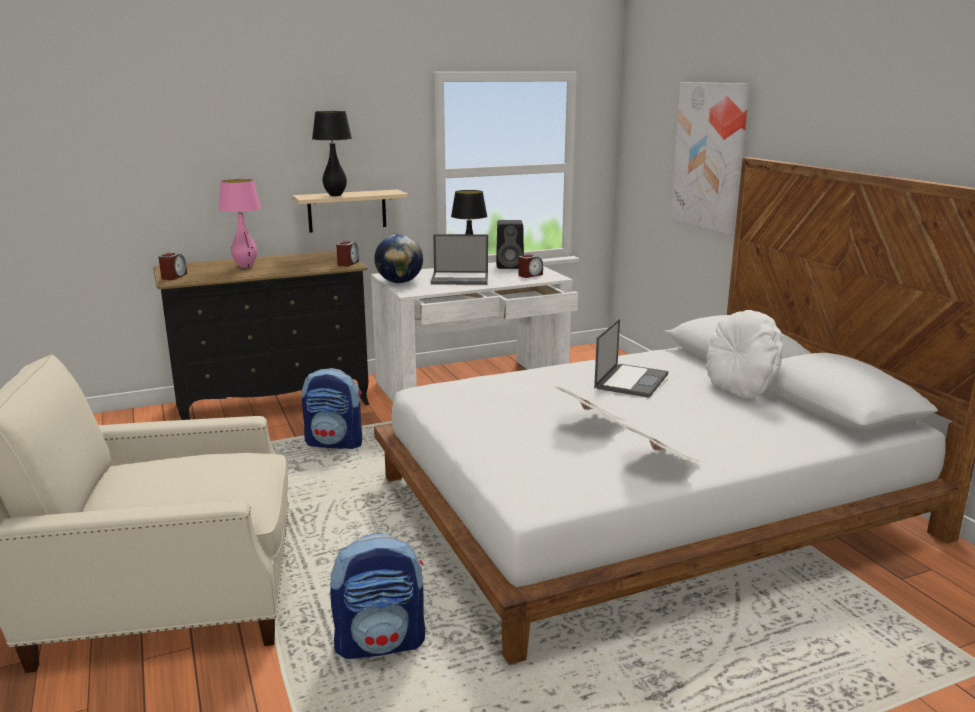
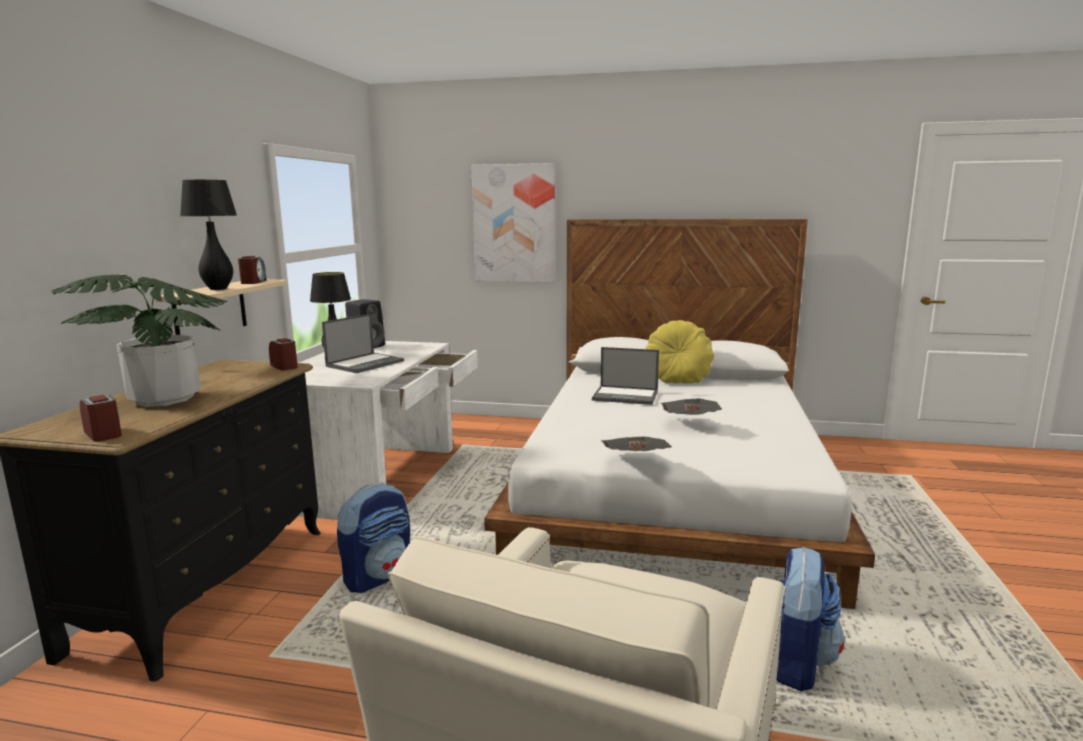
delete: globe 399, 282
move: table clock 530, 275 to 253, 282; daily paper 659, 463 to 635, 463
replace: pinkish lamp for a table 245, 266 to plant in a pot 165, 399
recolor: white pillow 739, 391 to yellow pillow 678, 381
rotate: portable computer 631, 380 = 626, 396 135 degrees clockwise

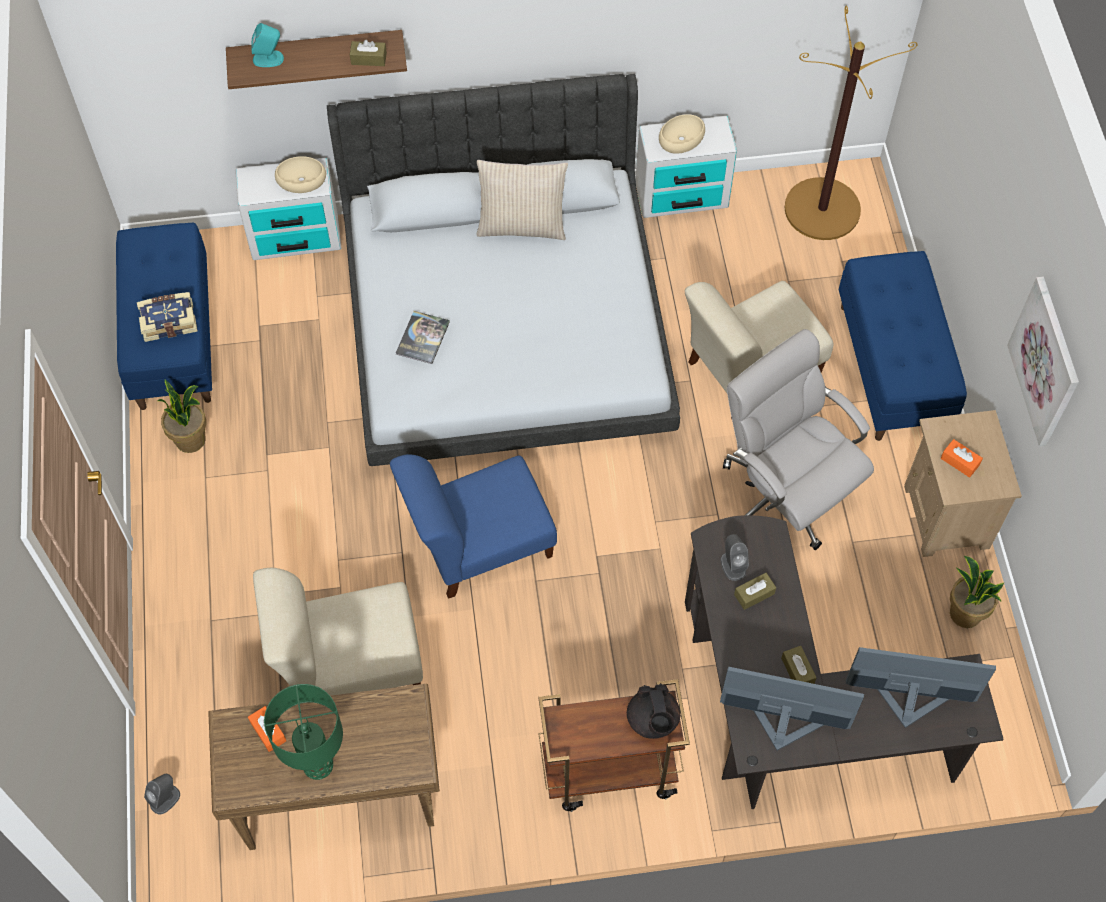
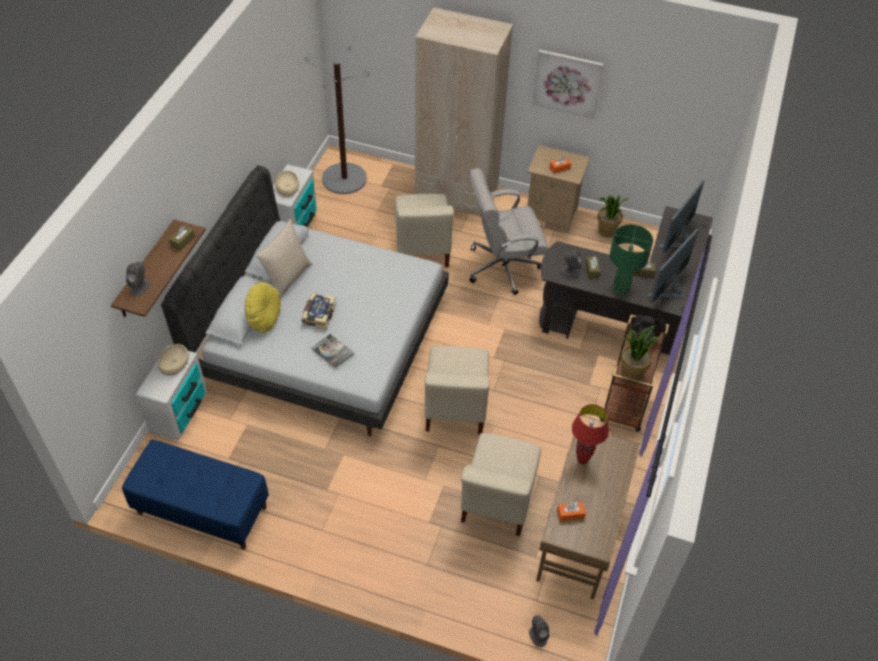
insert: yellow pillow 265, 321; red-coloured lamp for a table 582, 460
move: volume 169, 321 to 318, 315; greenish lamp for a table 318, 764 to 620, 289; plant in a pot 191, 439 to 632, 373
replace: blue long seat 893, 368 to beige-coloured wardrobe 457, 195
recolor: blue-green loudspeaker 268, 59 to greyish loudspeaker 140, 287; brown-coloured clothes rack 822, 209 to greyish clothes rack 344, 178; blue plain chair 478, 544 to beige-coloured plain chair 455, 407

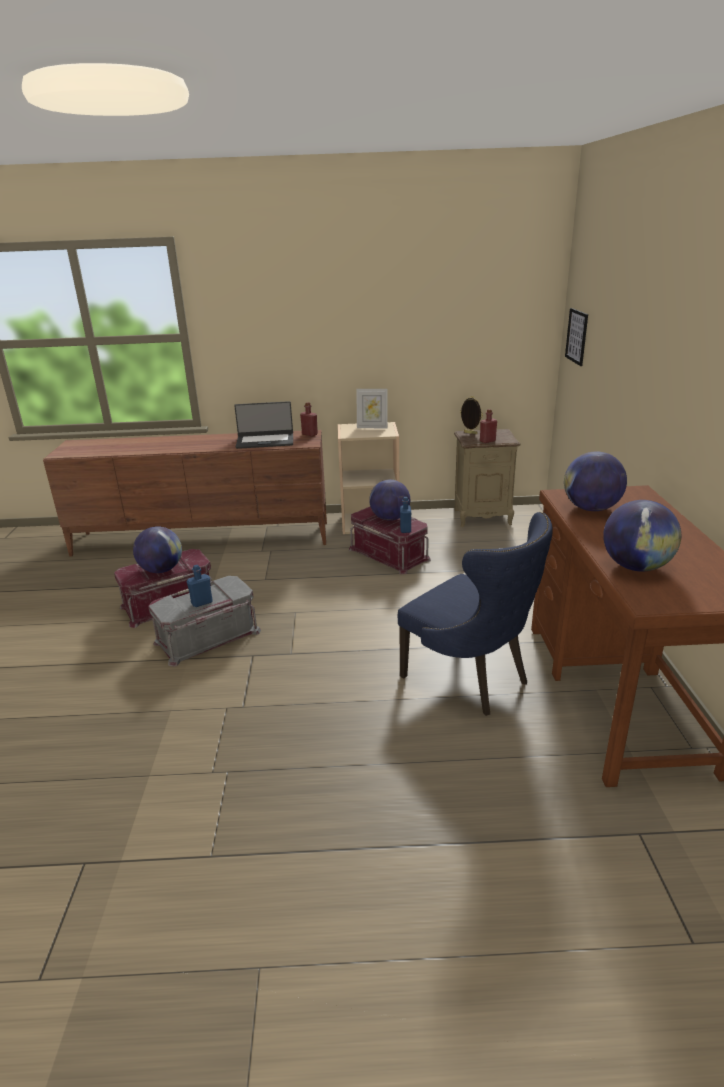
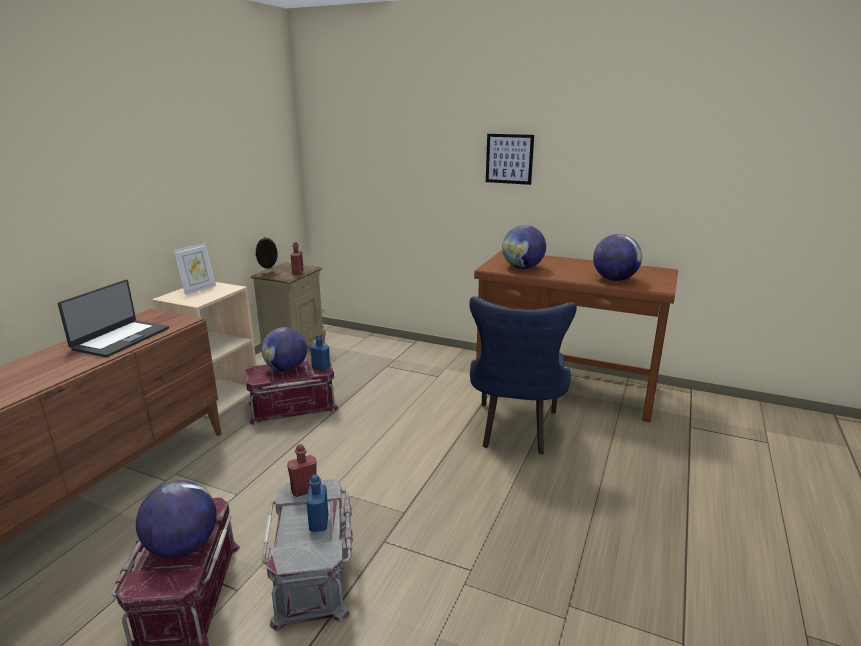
move: red-coloured drink bottle 309, 434 to 304, 490; wall art 576, 336 to 509, 159
rotate: blue plain chair 470, 678 = 515, 429 120 degrees clockwise

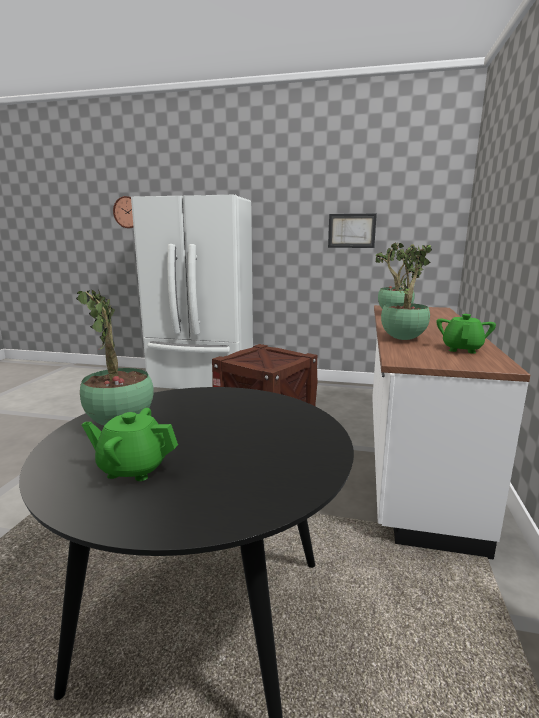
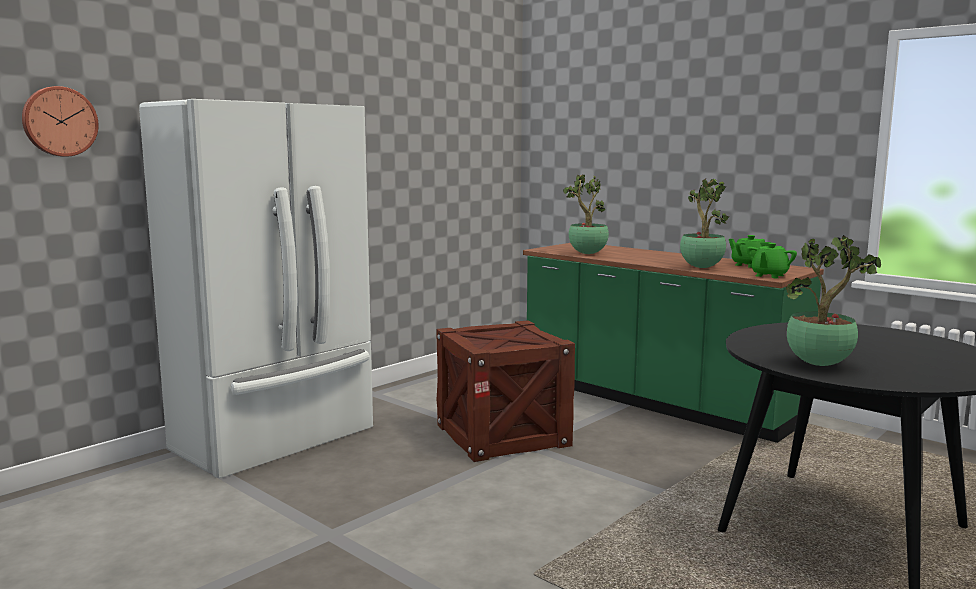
delete: wall art 351, 231
move: greenish pot for tea 133, 468 to 769, 275
recolor: white kitchen counter 411, 461 to greenish kitchen counter 655, 401

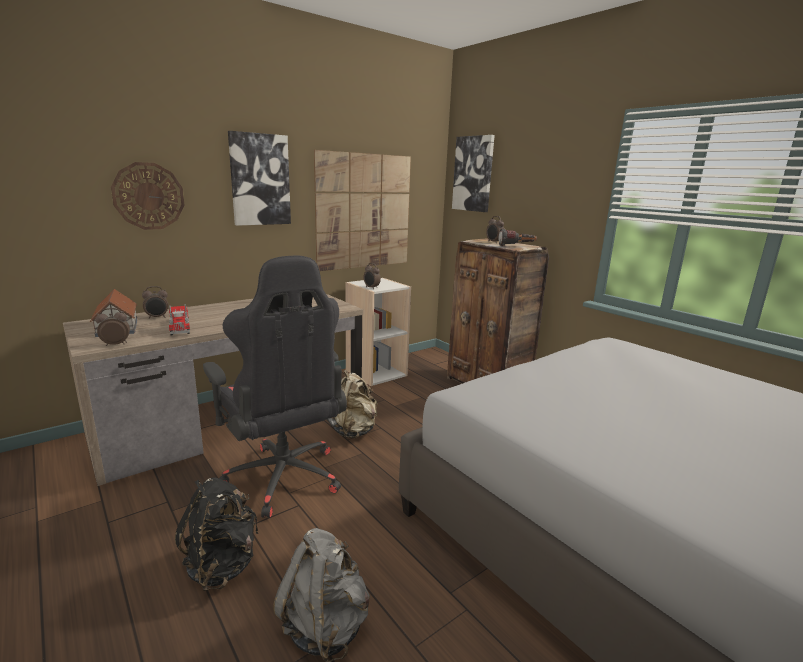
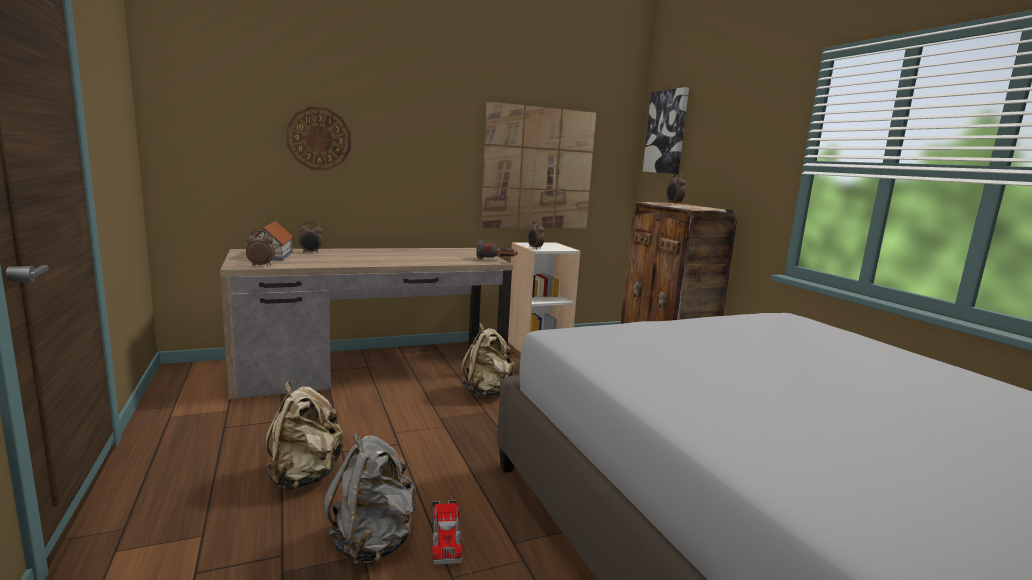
delete: blackish desk chair 283, 476; wall art 260, 180
move: toy truck 180, 327 to 445, 535; torch 516, 246 to 496, 260
recolor: blackish backpack 222, 564 to beige-coloured backpack 305, 476

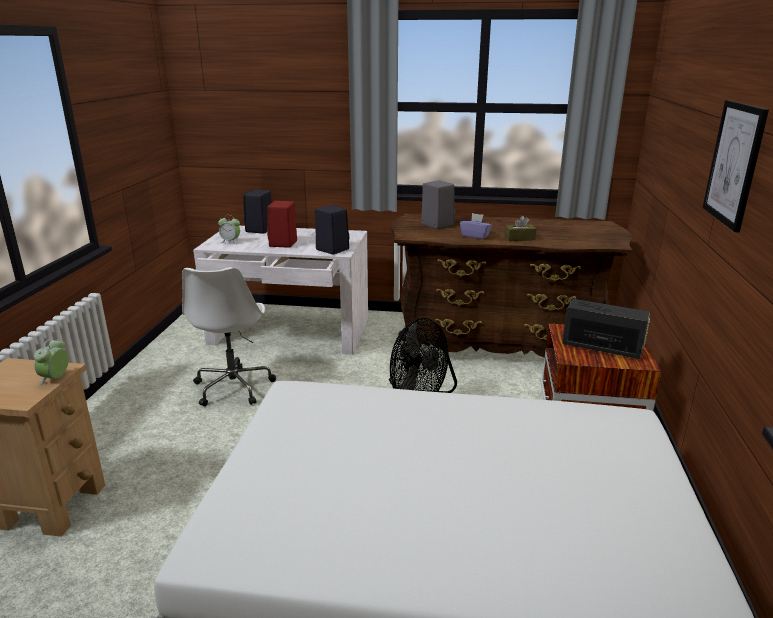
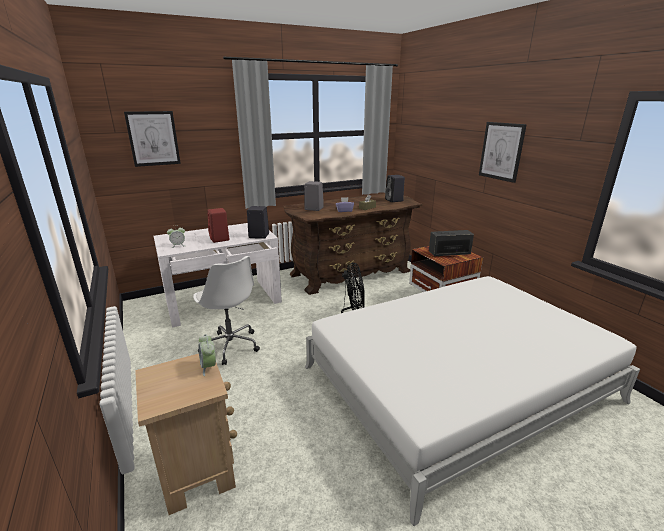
insert: wall art 153, 138
move: blackish loudspeaker 259, 230 to 394, 200

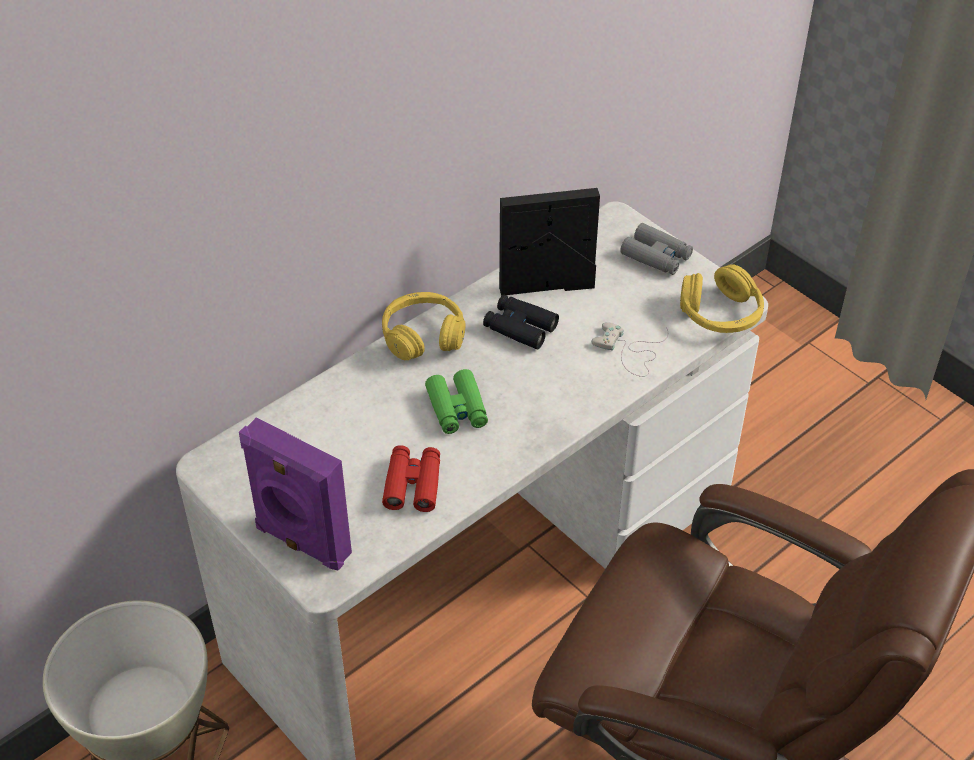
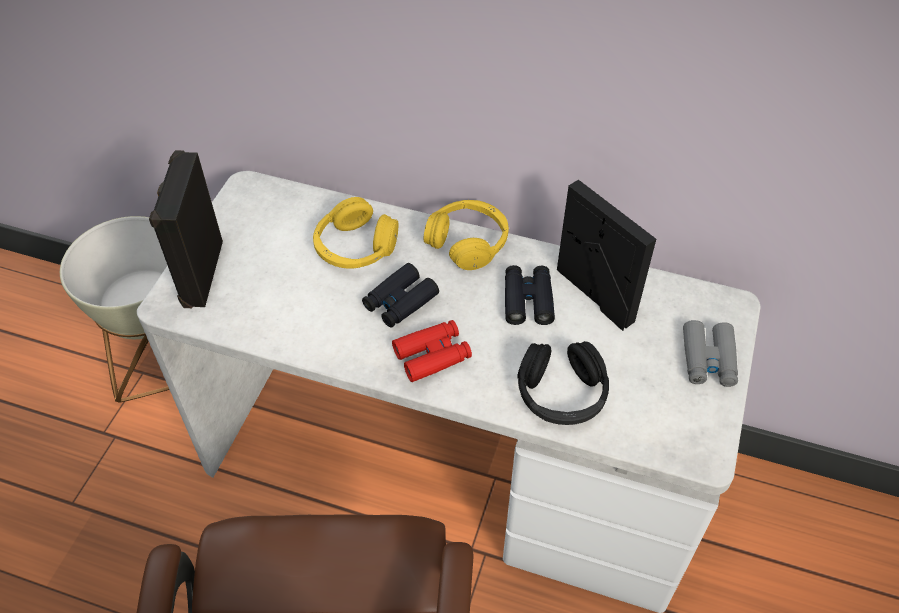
move: yellow headset 720, 314 to 355, 247; red-coloured binoculars 413, 484 to 432, 355
replace: white game controller 630, 351 to blackish headset 561, 394
recolor: purple-coloured loudspeaker 301, 542 to blackish loudspeaker 200, 273; greenish binoculars 457, 409 to blackish binoculars 400, 301

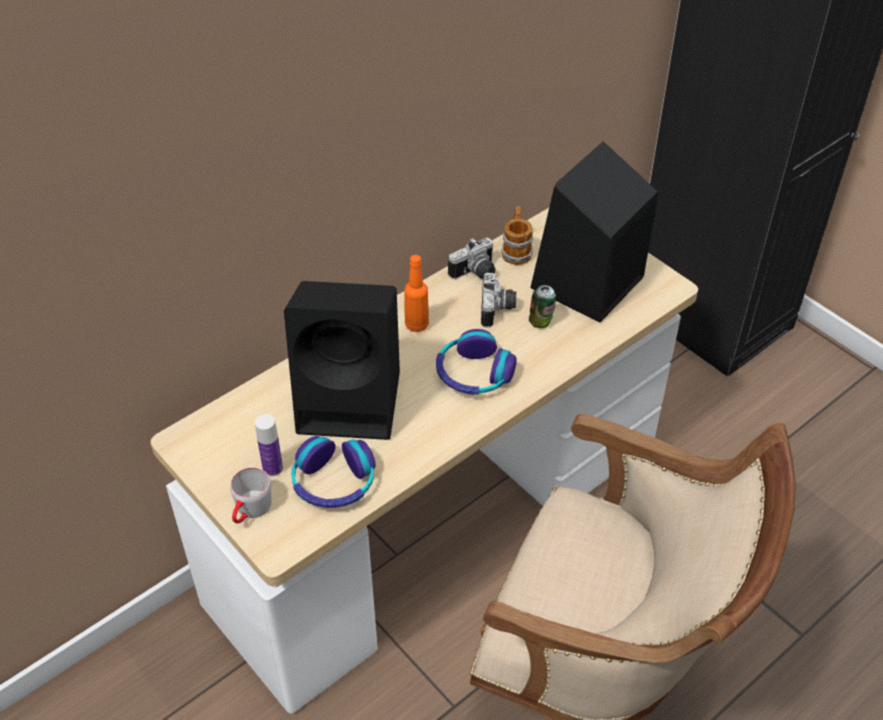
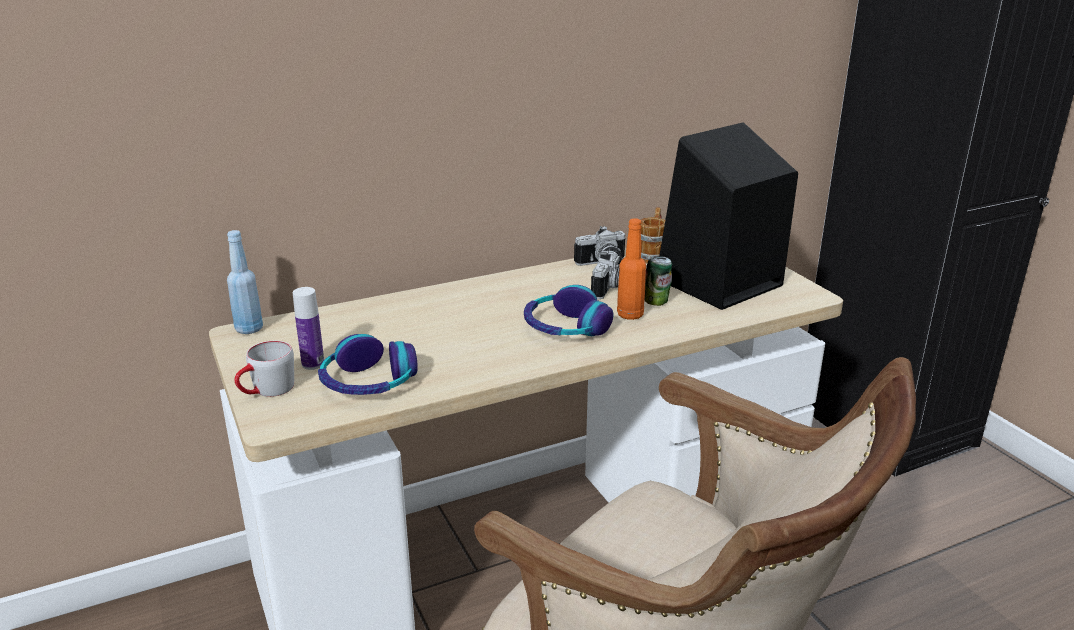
delete: blackish loudspeaker 352, 401
insert: blue drink bottle 249, 329
move: orangey drink bottle 417, 325 to 630, 315

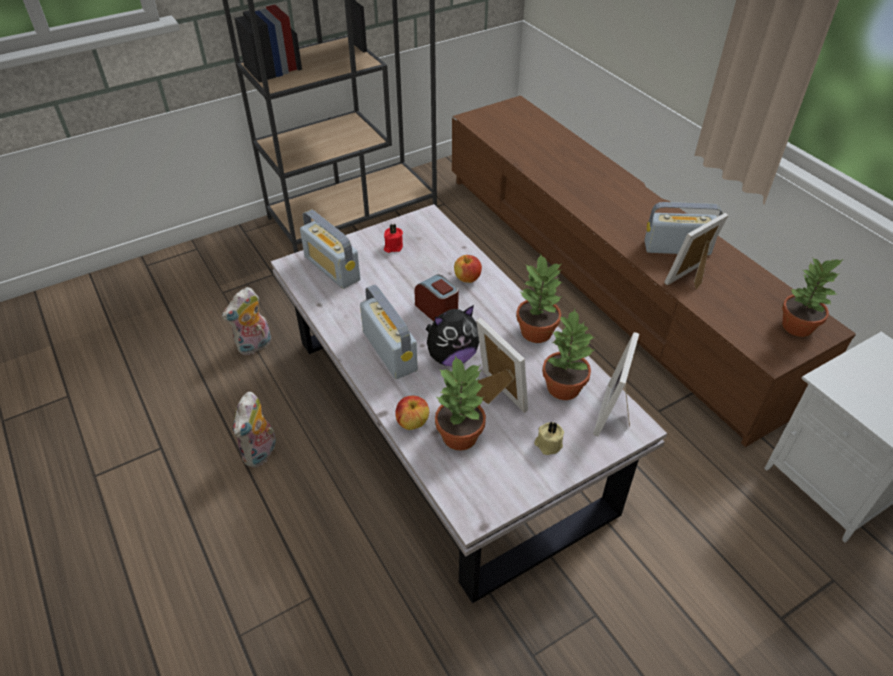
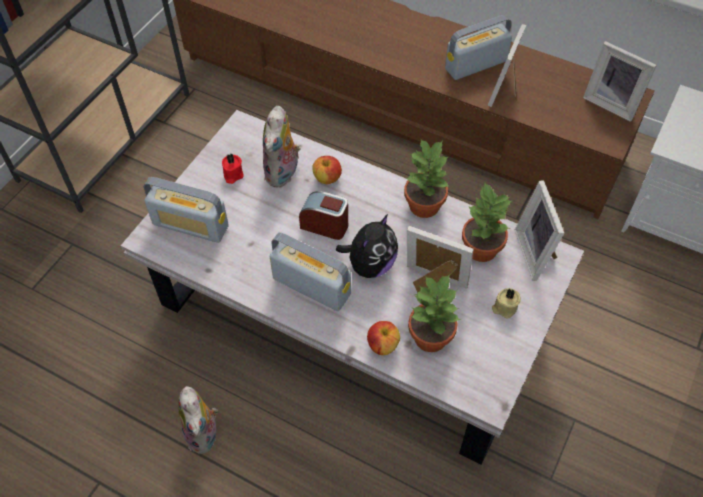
move: plush toy 255, 346 to 283, 174
replace: plant in a pot 798, 327 to standing frame 612, 103

